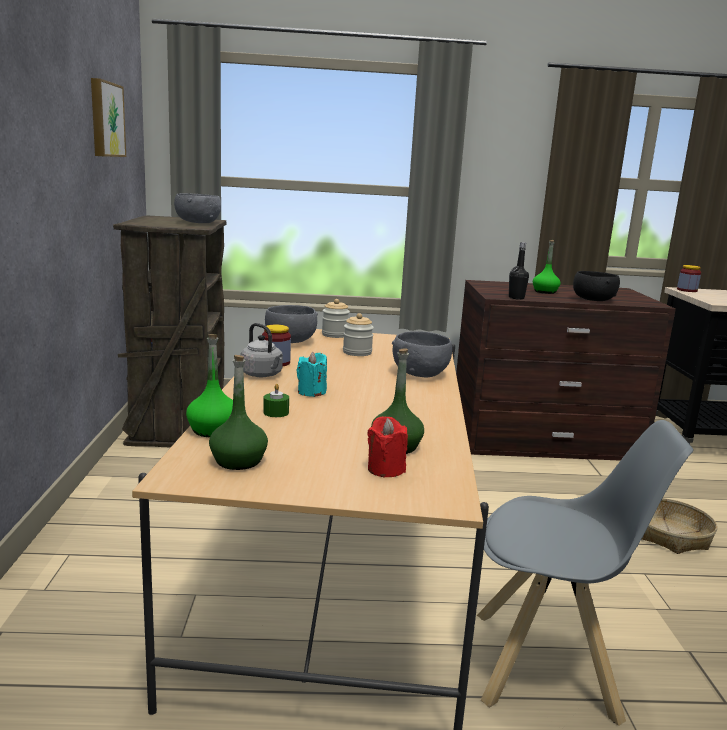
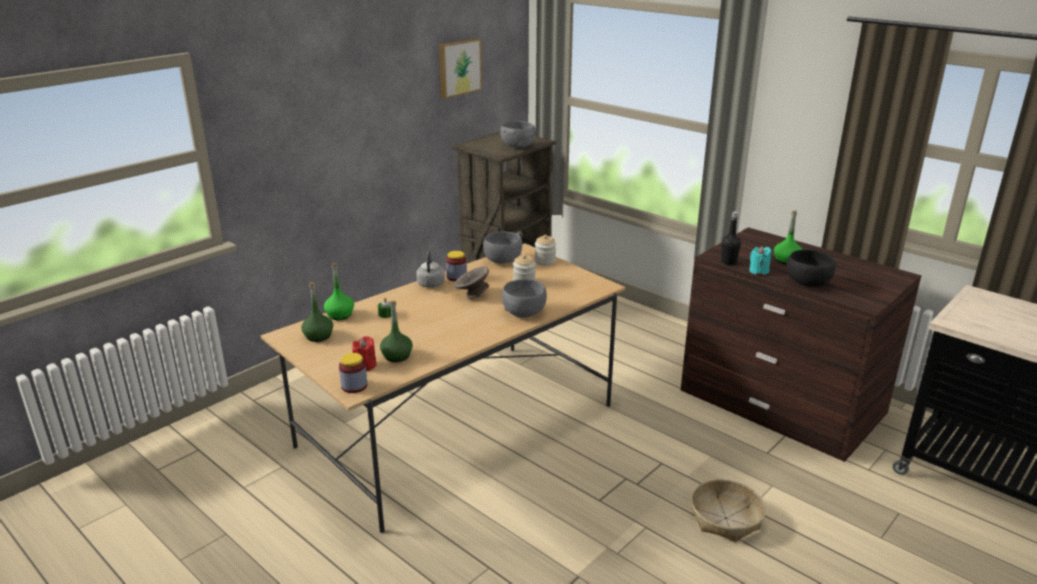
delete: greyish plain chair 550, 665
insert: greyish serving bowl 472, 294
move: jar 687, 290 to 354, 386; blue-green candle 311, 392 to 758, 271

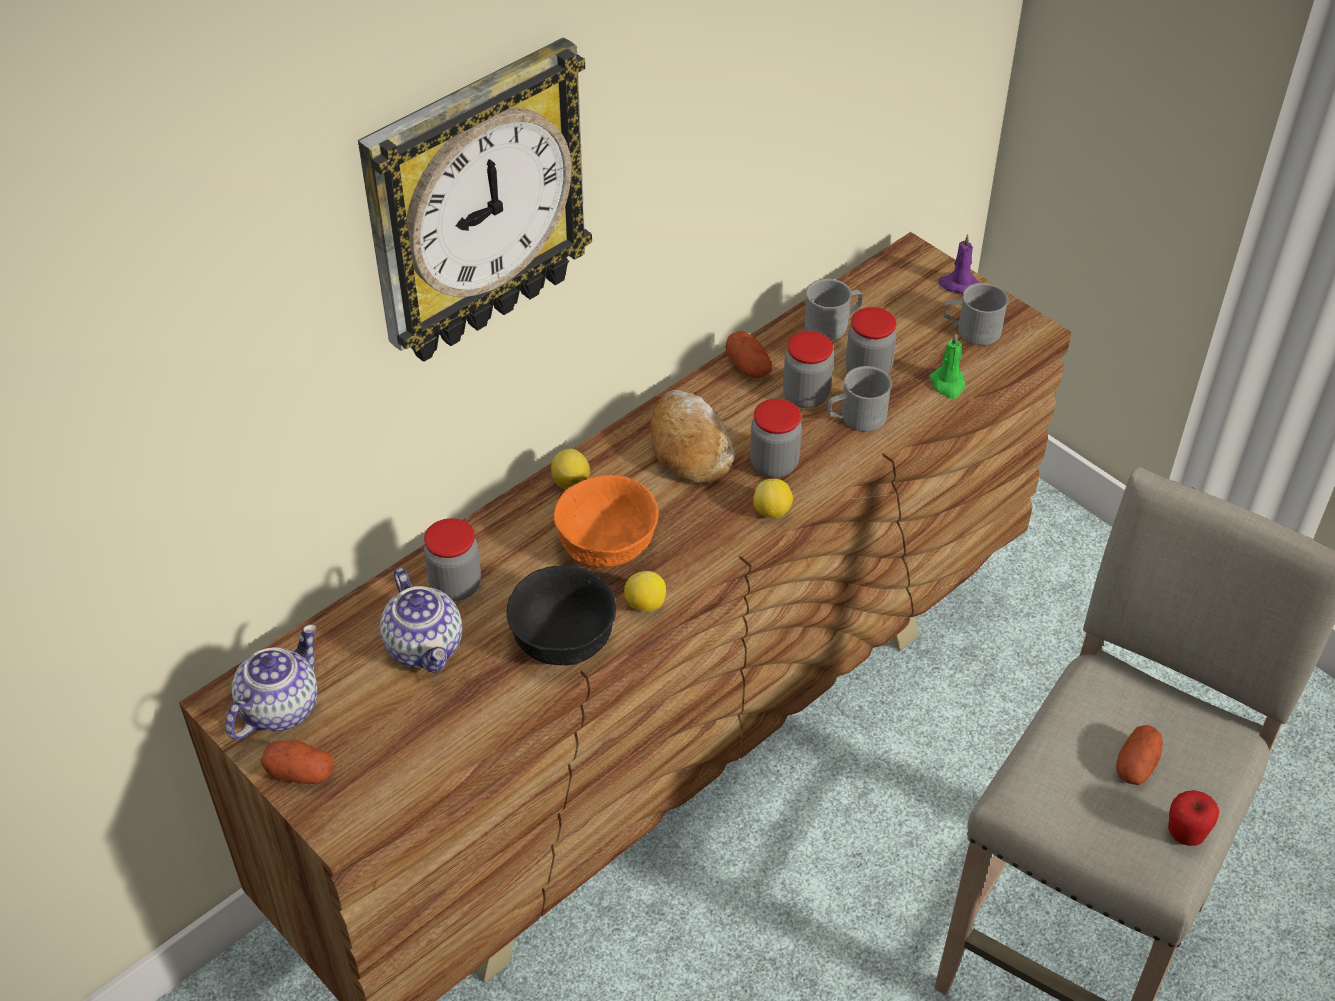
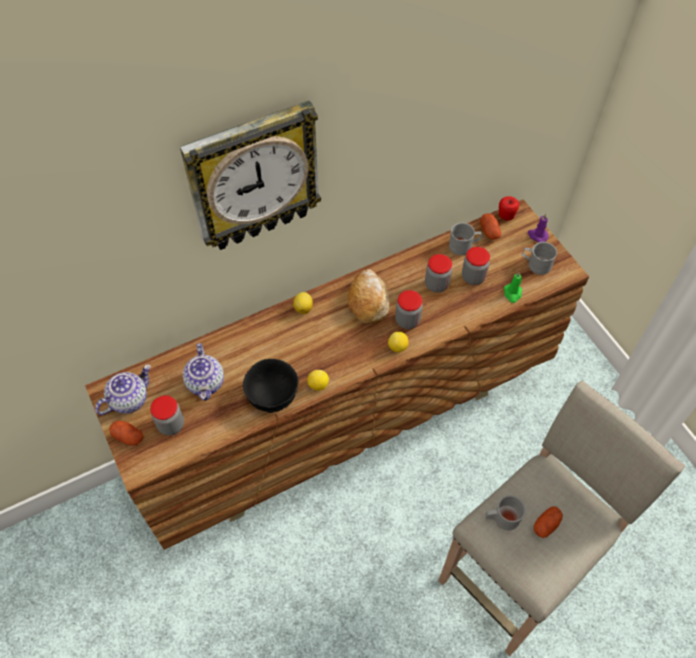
delete: orangey serving bowl 607, 546
move: jar 456, 586 to 171, 425; potato 748, 366 to 489, 231; greyish tea mug 856, 418 to 502, 518; whole apple 1185, 834 to 506, 216

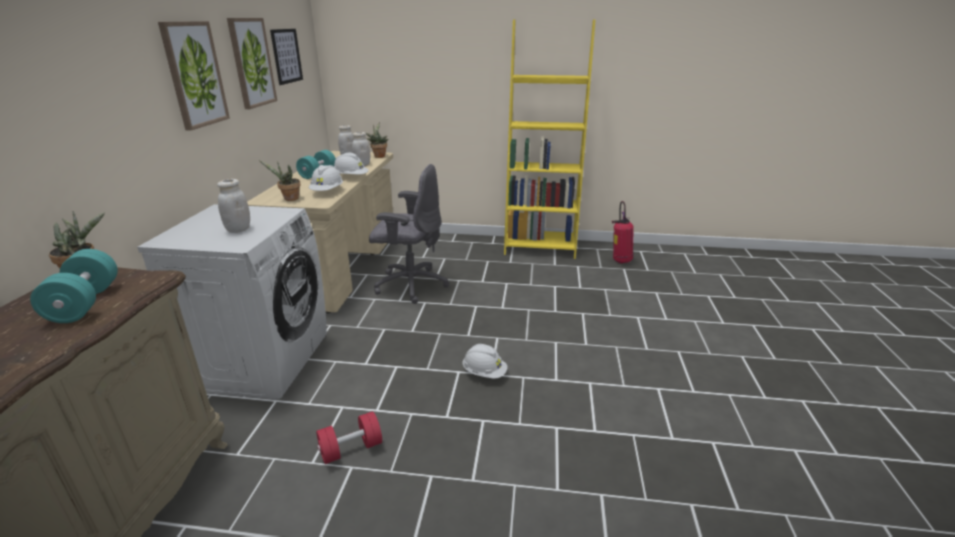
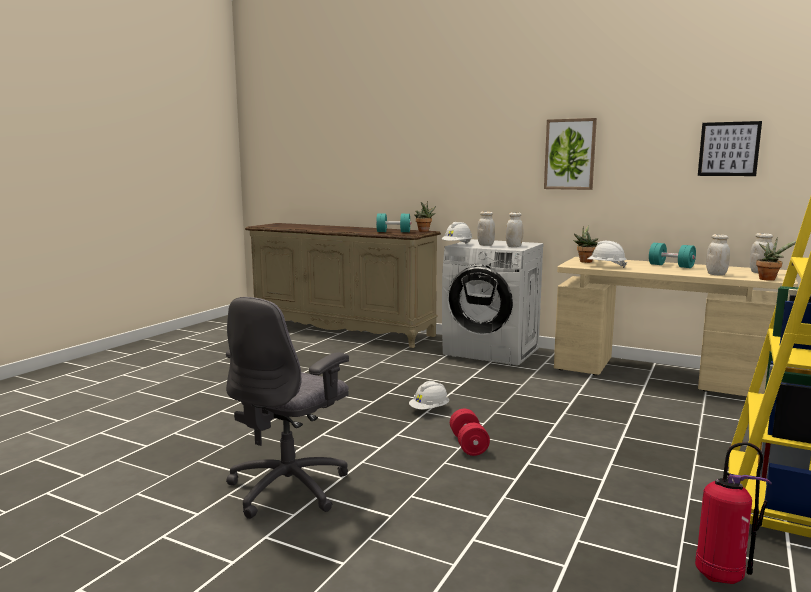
delete: wall art 251, 62
insert: white jar 514, 246
move: greyish desk chair 410, 285 to 290, 488; white hard hat 351, 177 to 457, 245; red-coloured free weight 351, 449 to 468, 444

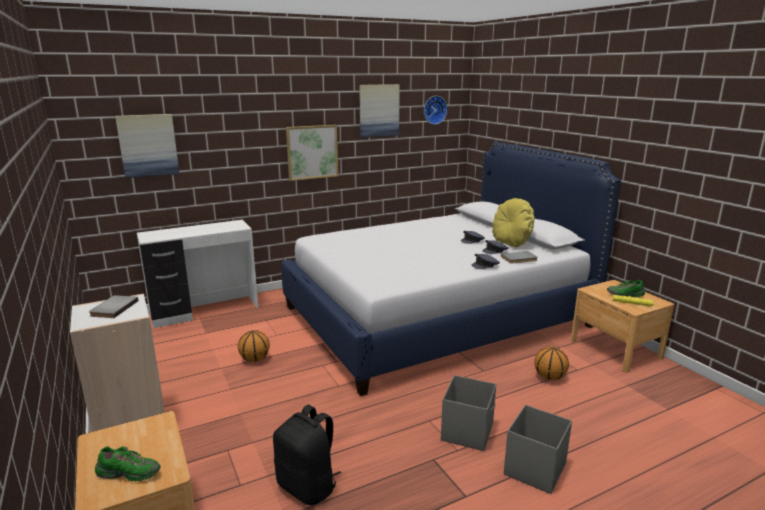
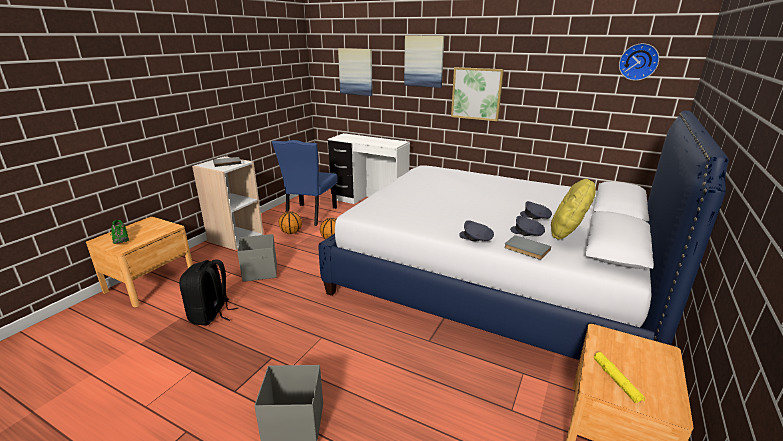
delete: greenish low shoe 625, 295
insert: blue plain chair 310, 214
move: greyish storage bin 468, 431 to 261, 272; basketball ball 549, 377 to 291, 232; wall art 379, 110 to 424, 61

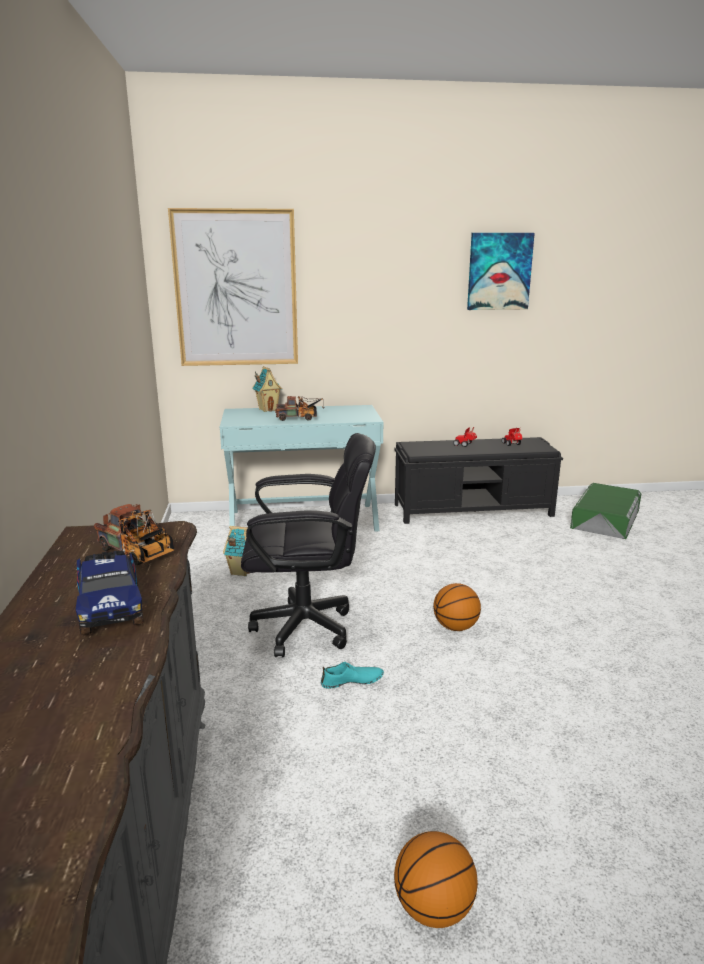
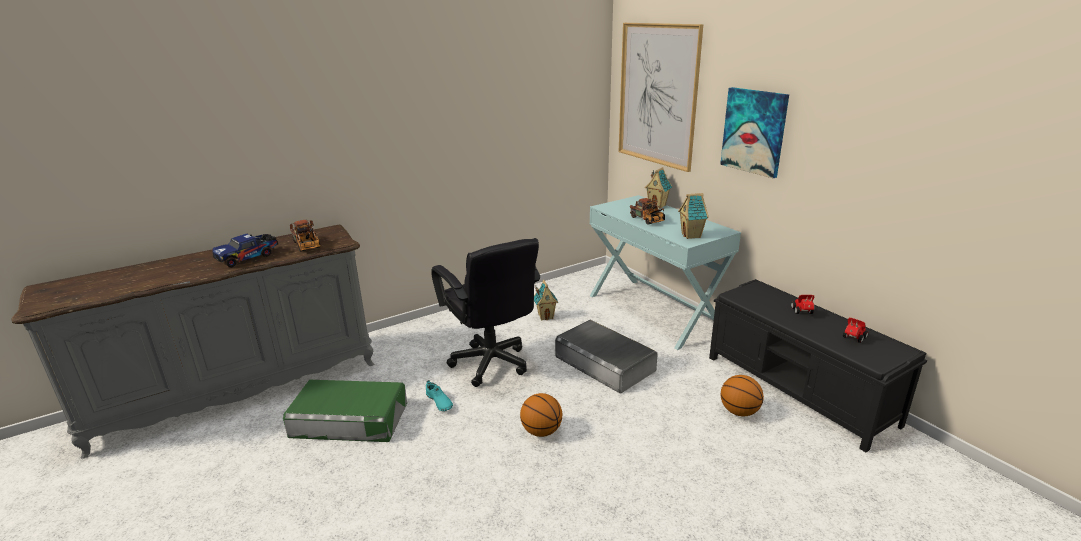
insert: greyish storage bin 604, 363; miniature house 692, 236
move: greenish storage bin 605, 519 to 349, 419; wall art 499, 271 to 754, 131; basketball ball 433, 907 to 739, 411
rotate: toy truck 139, 554 = 307, 246 45 degrees counterclockwise

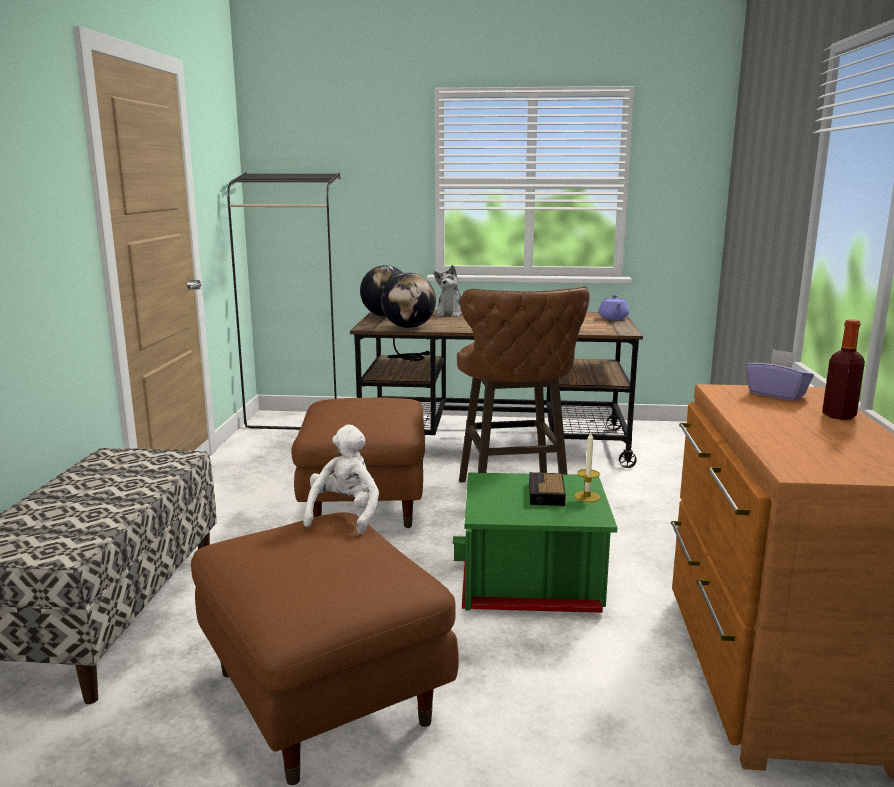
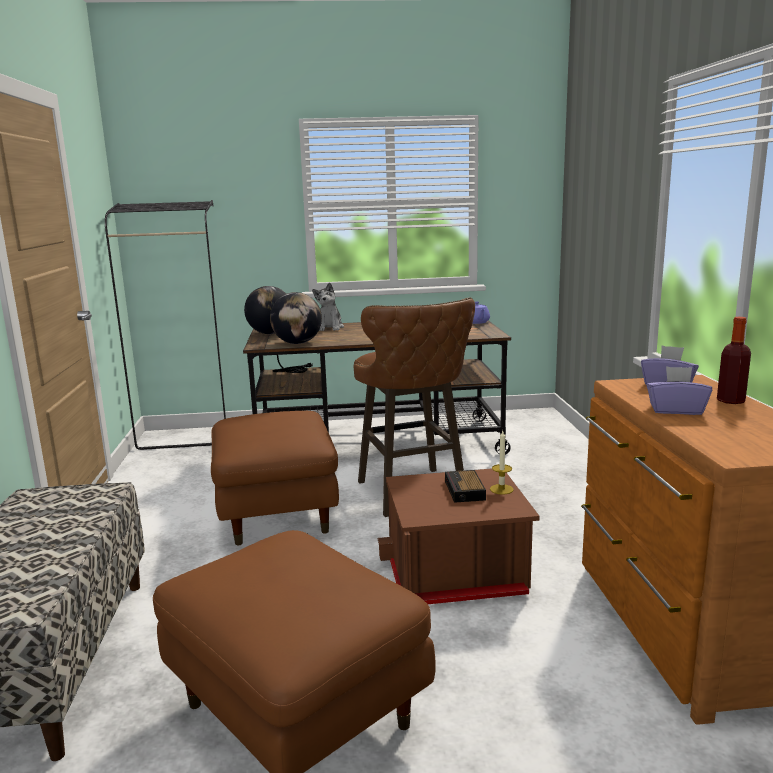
delete: white plush toy 345, 514
insert: purple-coloured tissue holder 676, 410
recolor: greenish storage bin 532, 582 to brown-coloured storage bin 456, 572

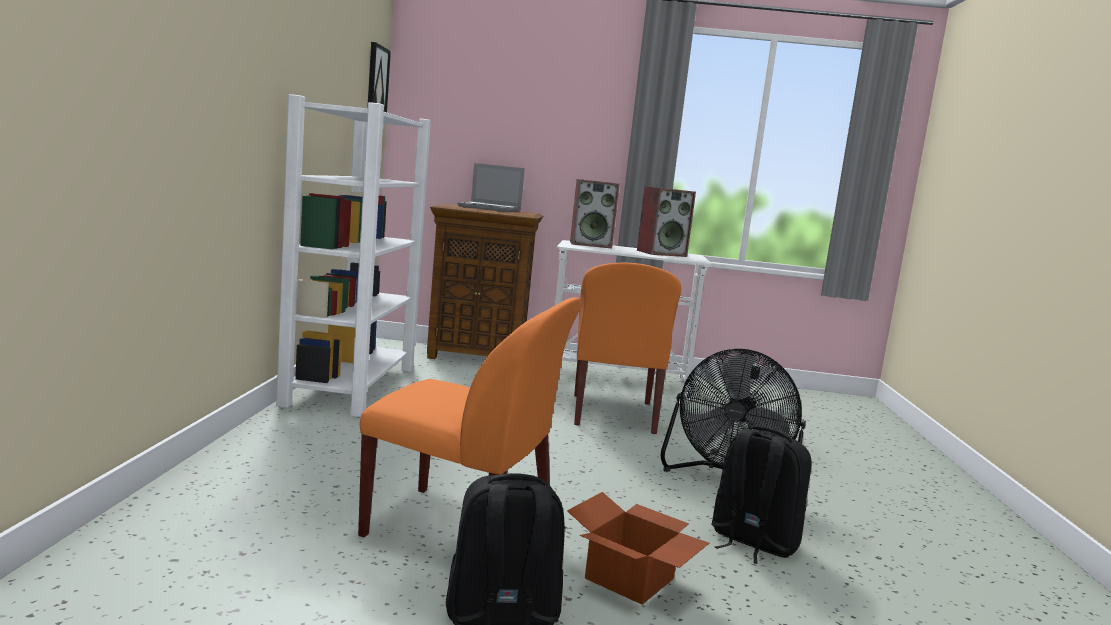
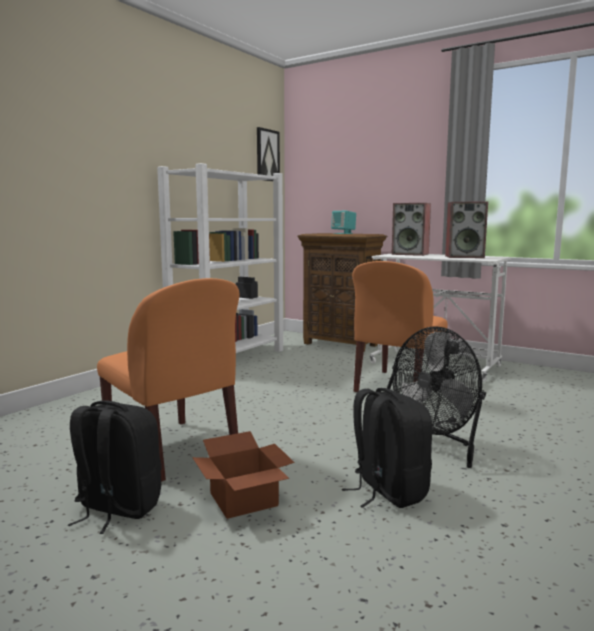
replace: portable computer 490, 209 to blue-green loudspeaker 343, 233

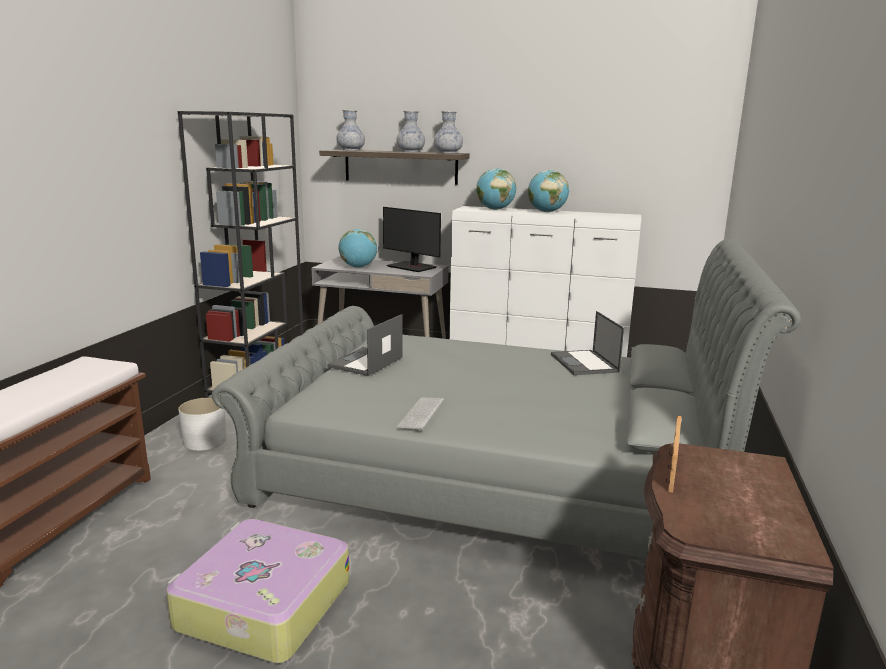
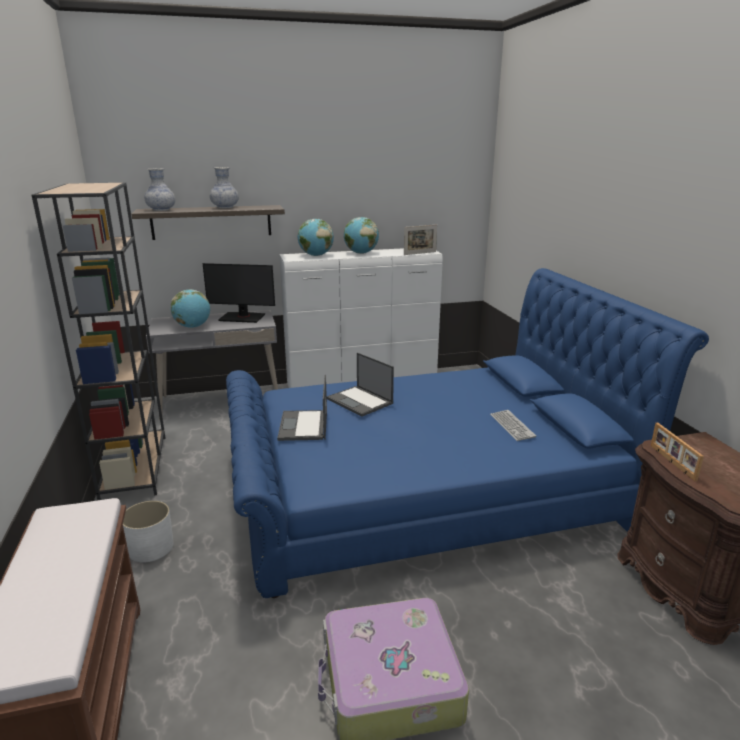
delete: flower vase 448, 153
insert: standing frame 420, 253
move: portable computer 585, 363 to 360, 401; PC keyboard 421, 414 to 512, 426
recolor: greyish bedroom bed 493, 469 to blue bedroom bed 425, 486

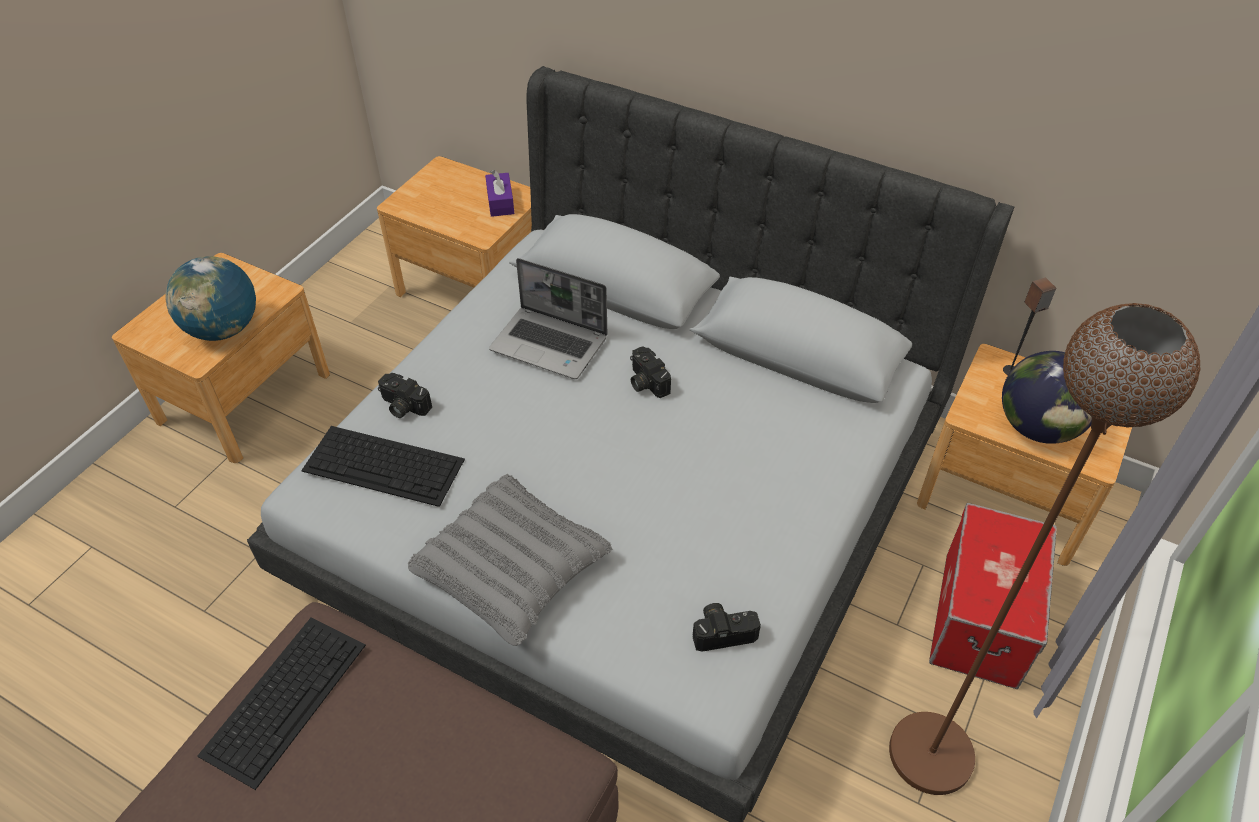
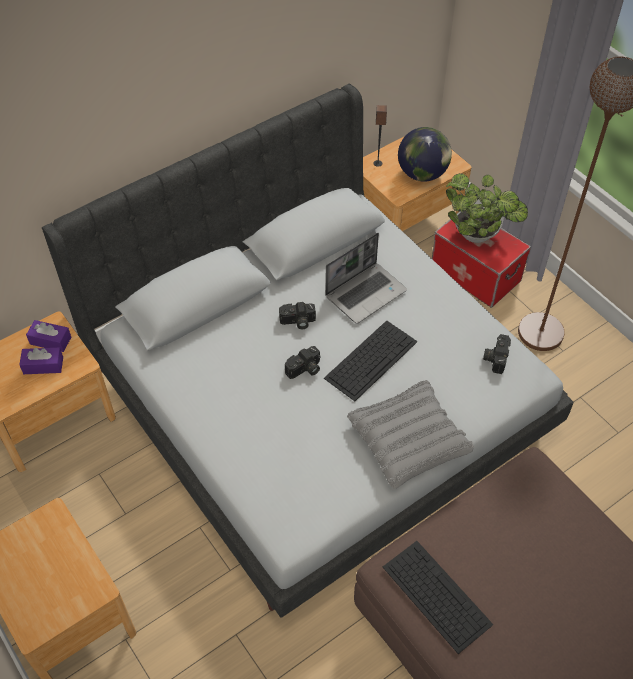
delete: globe 223, 329
insert: purple-coloured tissue holder 43, 365; plant in a pot 479, 236
move: photo camera 402, 406 to 305, 370; PC keyboard 385, 465 to 371, 359; portable computer 551, 344 to 366, 293

